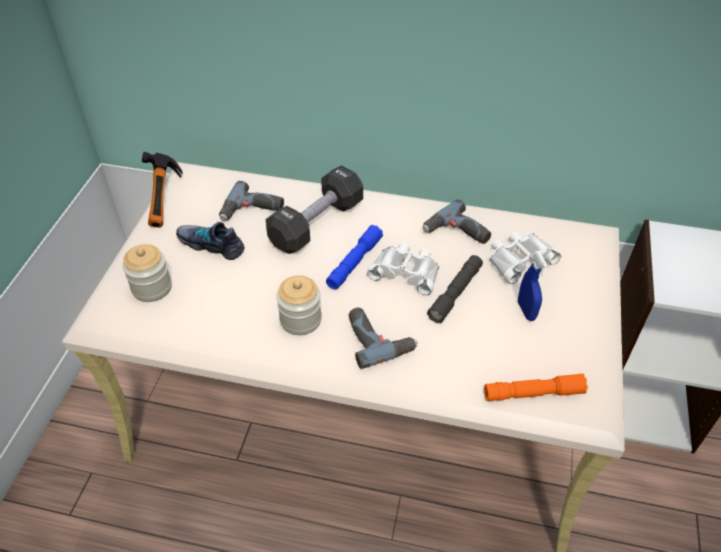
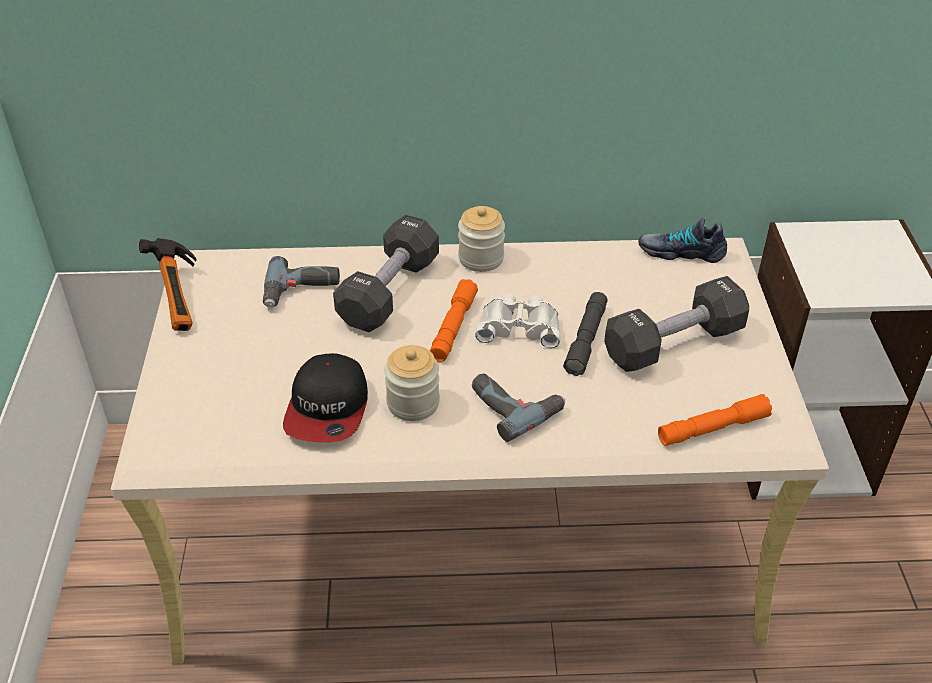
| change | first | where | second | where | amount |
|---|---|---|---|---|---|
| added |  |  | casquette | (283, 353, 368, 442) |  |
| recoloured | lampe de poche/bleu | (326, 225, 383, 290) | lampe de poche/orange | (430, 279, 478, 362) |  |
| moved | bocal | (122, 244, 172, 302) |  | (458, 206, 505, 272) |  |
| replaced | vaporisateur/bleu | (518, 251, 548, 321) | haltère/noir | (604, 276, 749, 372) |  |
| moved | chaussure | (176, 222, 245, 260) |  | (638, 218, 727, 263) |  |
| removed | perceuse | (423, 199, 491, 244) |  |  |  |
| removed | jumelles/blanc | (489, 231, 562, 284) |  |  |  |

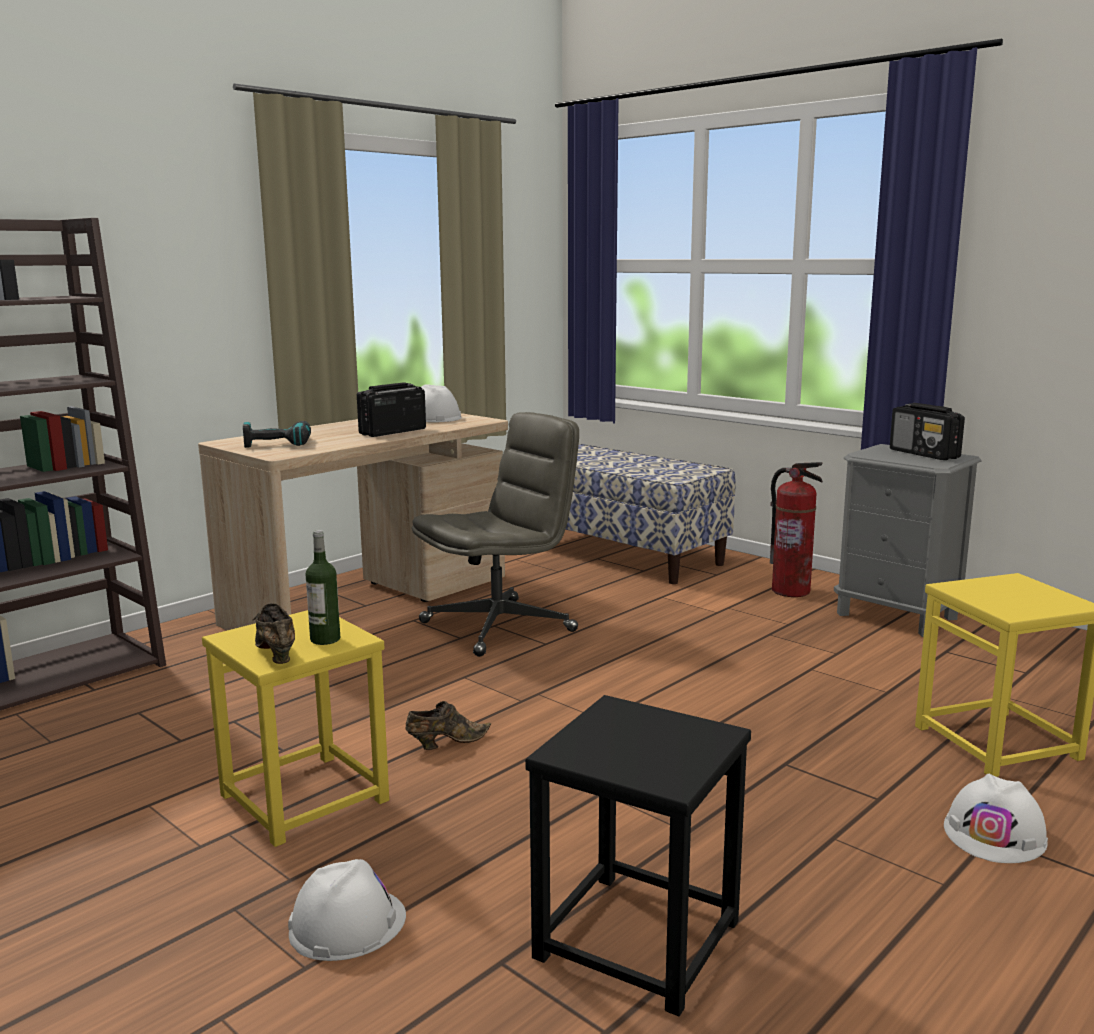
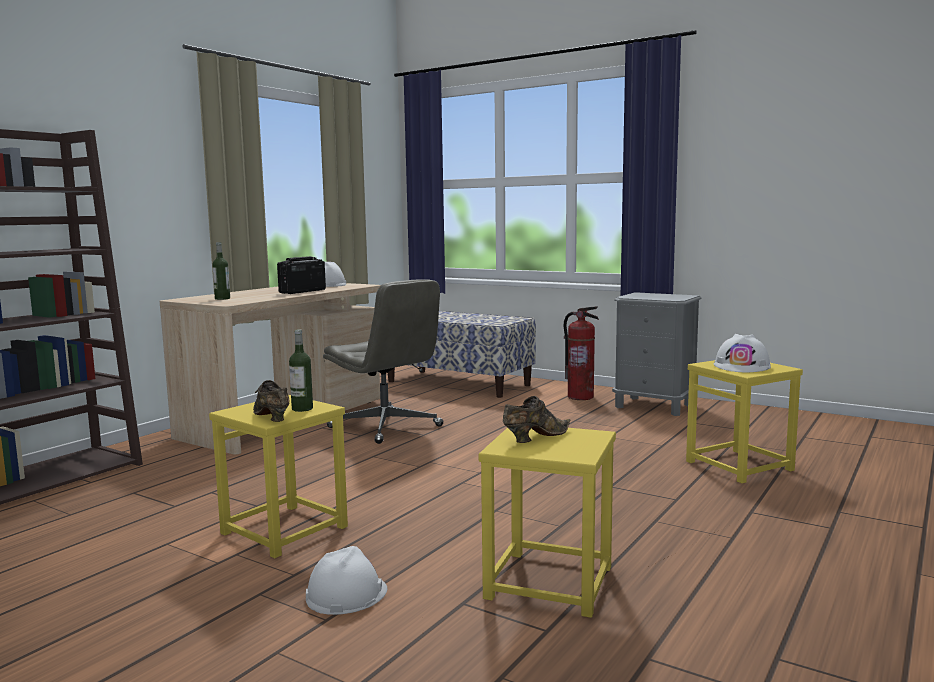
| change | first | where | second | where | amount |
|---|---|---|---|---|---|
| replaced | perceuse | (243, 421, 311, 448) | bouteille | (212, 242, 230, 300) |  |
| turned | chaise de bureau/gris | (412, 412, 579, 657) |  | (323, 279, 444, 444) | 90 degrees clockwise |
| recoloured | tabouret/noir | (525, 695, 751, 1016) | tabouret/jaune | (479, 428, 616, 618) |  |
| moved | chaussure/marron | (406, 701, 491, 750) |  | (503, 396, 570, 443) |  |
| moved | casque de chantier/blanc | (944, 774, 1048, 863) |  | (714, 334, 771, 373) |  |
| removed | radio | (890, 403, 965, 460) |  |  |  |

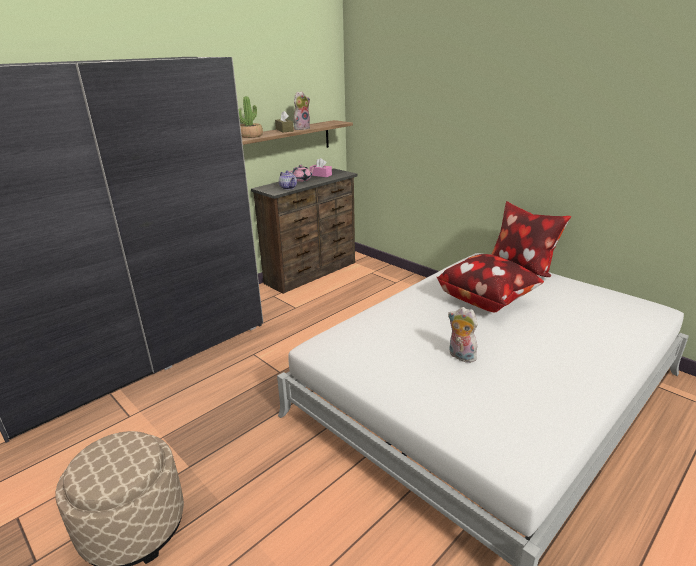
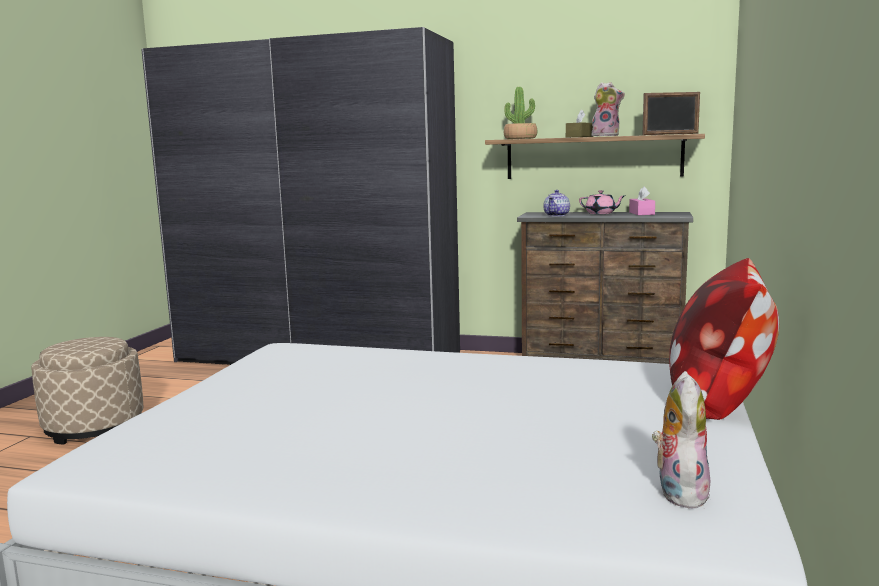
| change | first | where | second | where | amount |
|---|---|---|---|---|---|
| added |  |  | cadre photo | (642, 92, 700, 135) |  |
| moved | peluche | (448, 307, 478, 363) |  | (652, 371, 710, 508) |  |
| removed | coussin | (437, 254, 544, 312) |  |  |  |

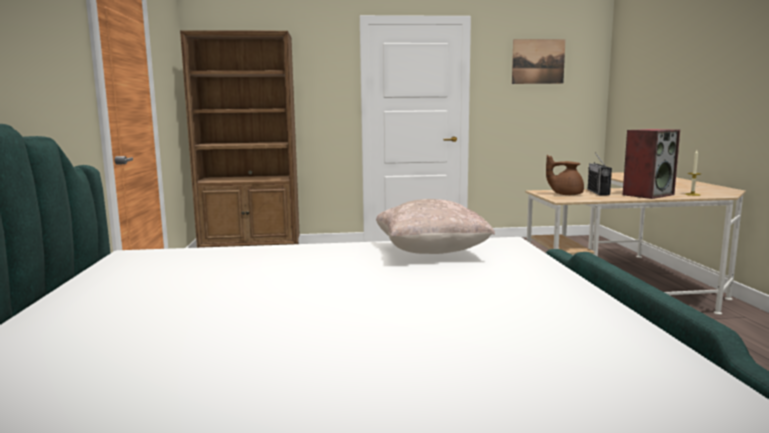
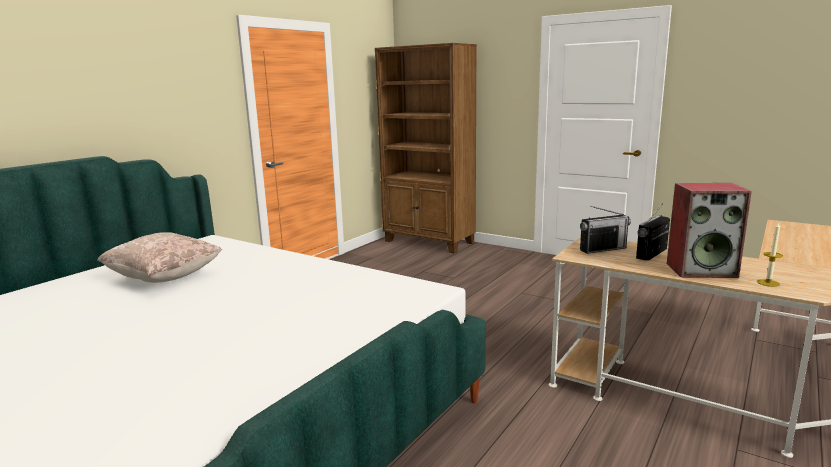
| change | first | where | second | where | amount |
|---|---|---|---|---|---|
| moved | coussin/beige | (376, 199, 495, 254) |  | (97, 232, 222, 283) |  |
| replaced | théière/marron | (546, 155, 584, 195) | radio | (580, 206, 631, 254) |  |
| removed | tableau | (512, 39, 566, 84) |  |  |  |

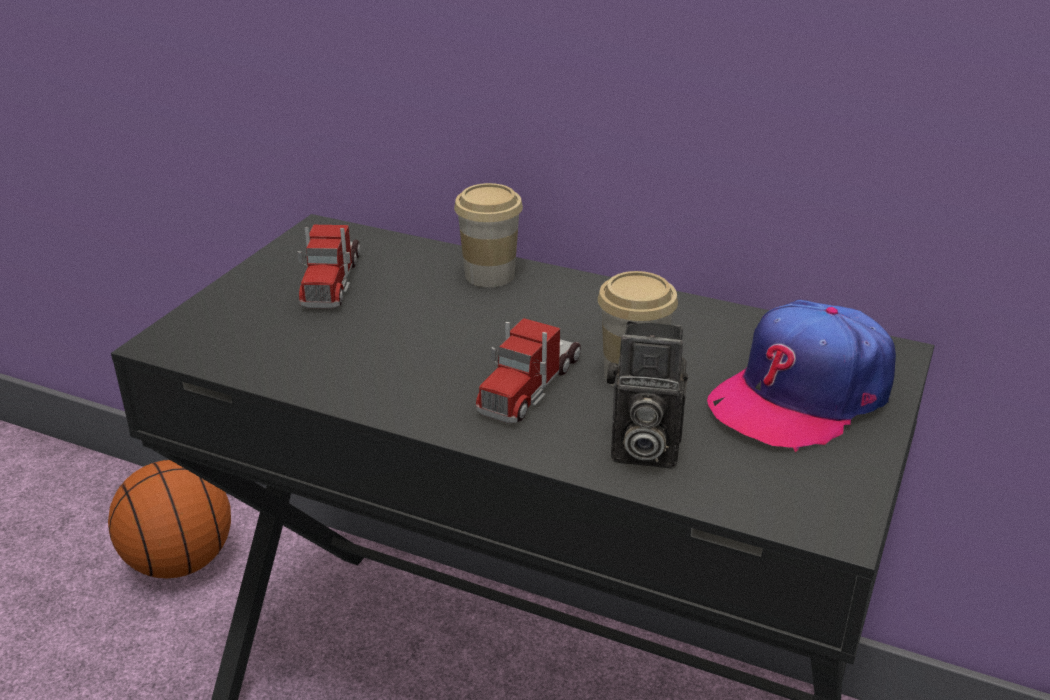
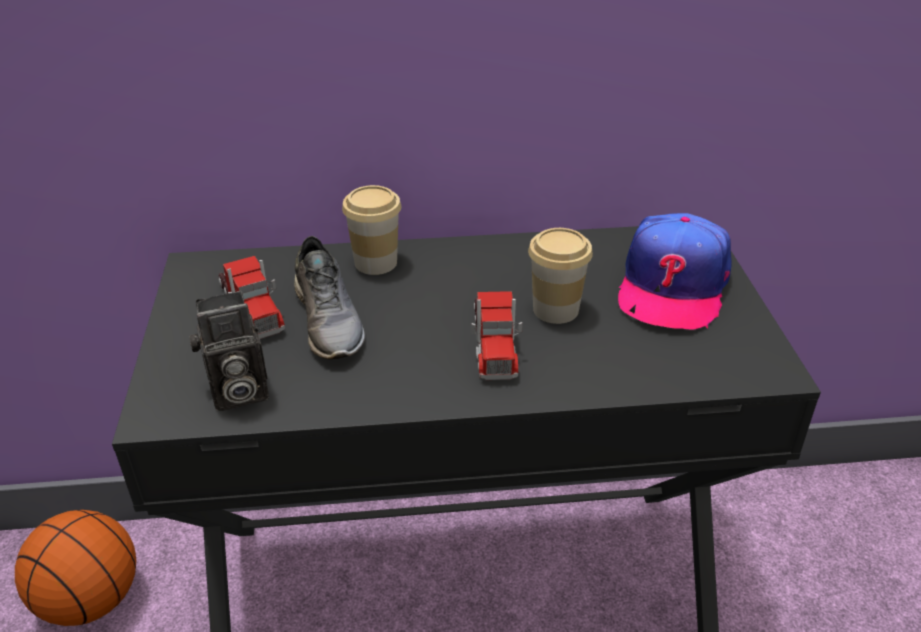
| change | first | where | second | where | amount |
|---|---|---|---|---|---|
| moved | appareil photo | (607, 321, 688, 468) |  | (189, 291, 269, 411) |  |
| added |  |  | chaussure/gris | (294, 236, 365, 359) |  |

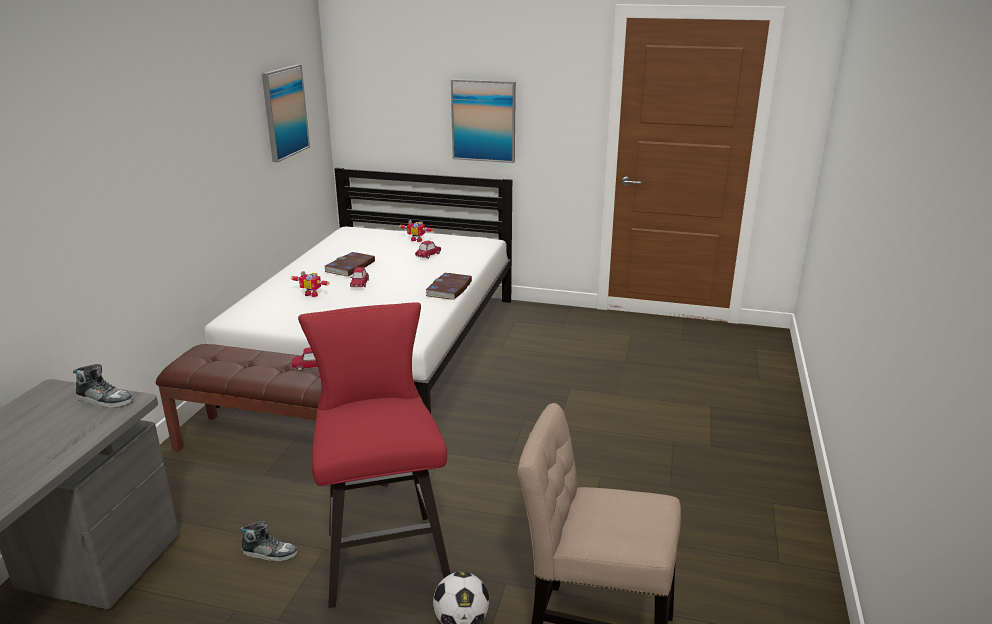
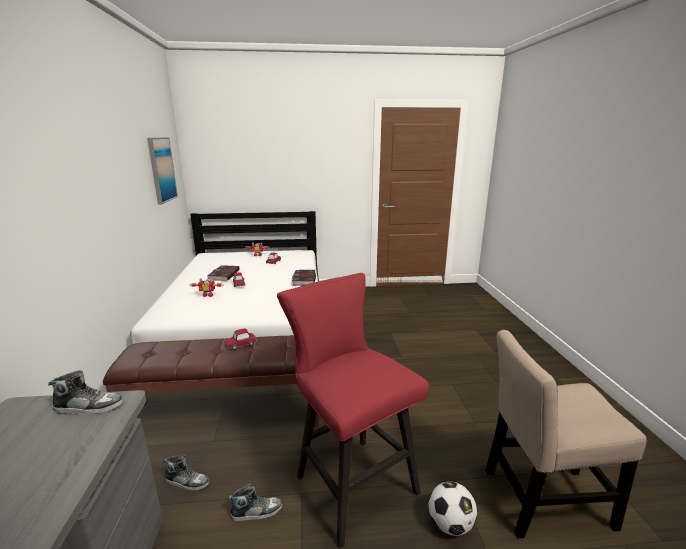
| change | first | where | second | where | amount |
|---|---|---|---|---|---|
| added |  |  | chaussure | (164, 454, 209, 491) |  |
| removed | tableau | (451, 79, 516, 163) |  |  |  |

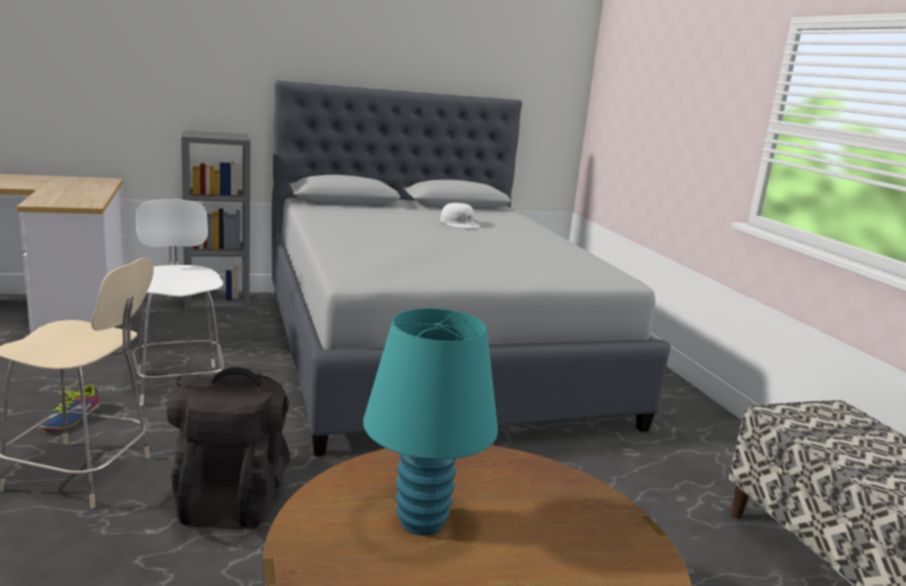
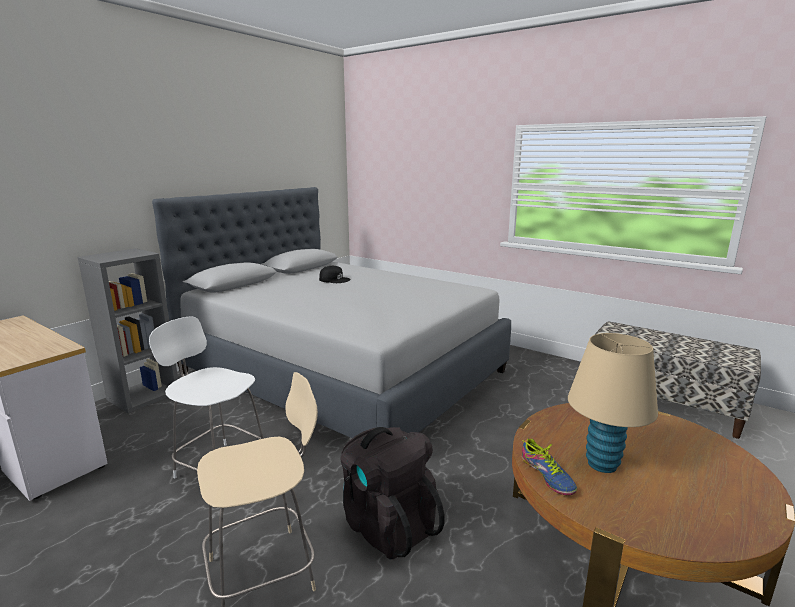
| change | first | where | second | where | amount |
|---|---|---|---|---|---|
| recoloured | casquette/blanc | (440, 203, 480, 228) | casquette/noir | (319, 266, 351, 283) |  |
| moved | chaussure | (39, 381, 100, 431) |  | (522, 438, 577, 495) |  |
| recoloured | lampe de table/turquoise | (363, 308, 498, 535) | lampe de table/beige | (568, 333, 658, 473) |  |

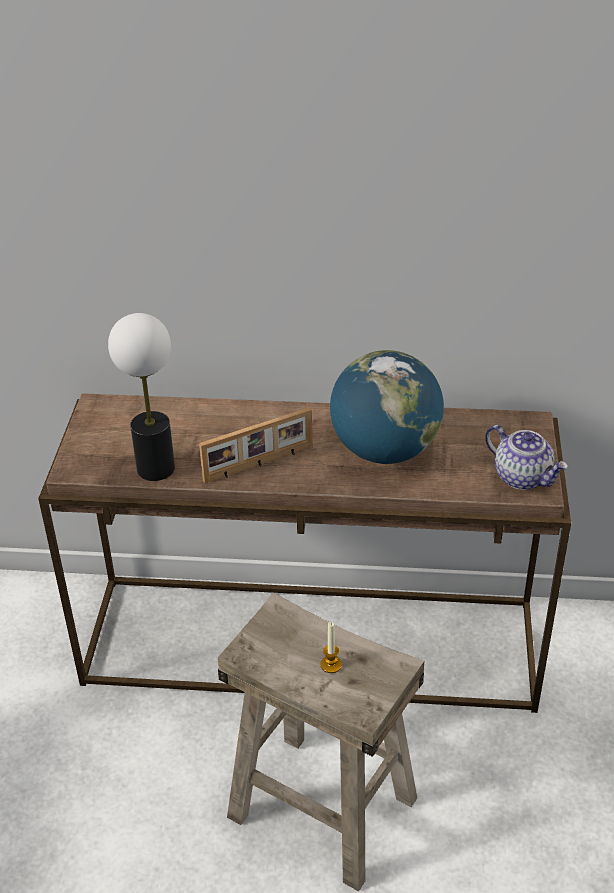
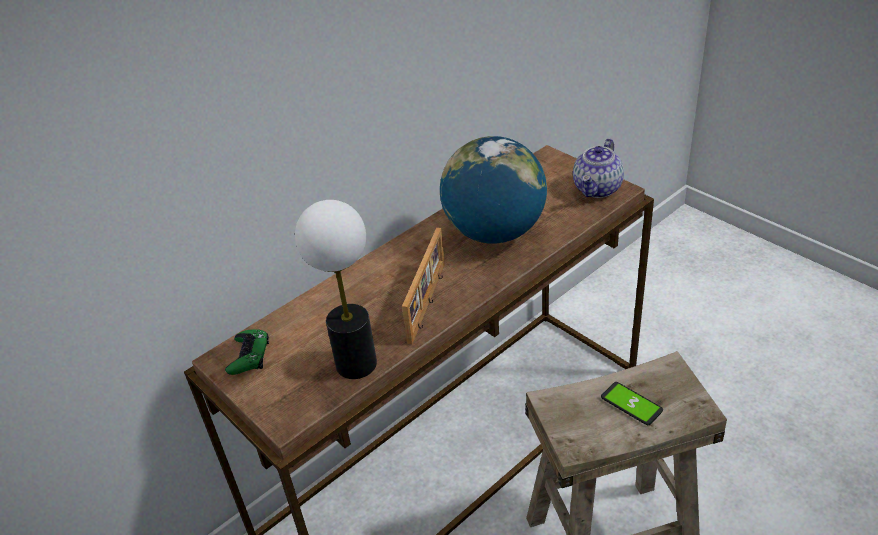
| change | first | where | second | where | amount |
|---|---|---|---|---|---|
| added |  |  | manette/vert | (225, 329, 269, 375) |  |
| turned | théière | (485, 425, 568, 490) |  | (573, 138, 624, 198) | 120 degrees clockwise |
| replaced | bougie | (321, 622, 342, 673) | téléphone | (601, 382, 663, 425) |  |

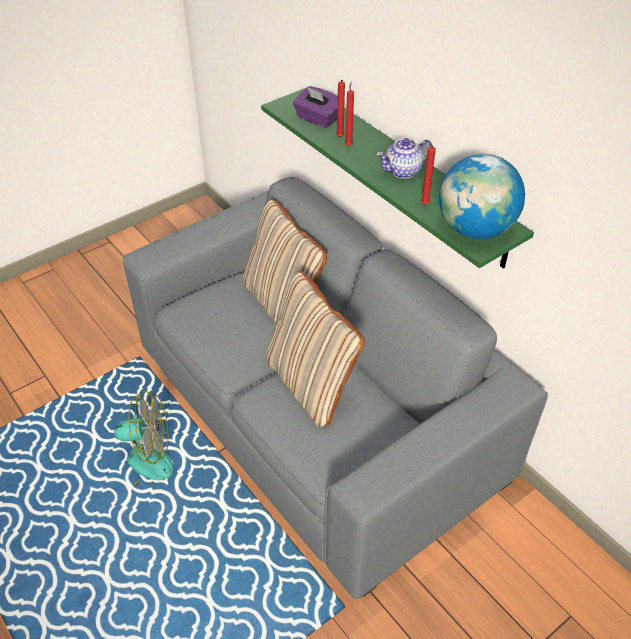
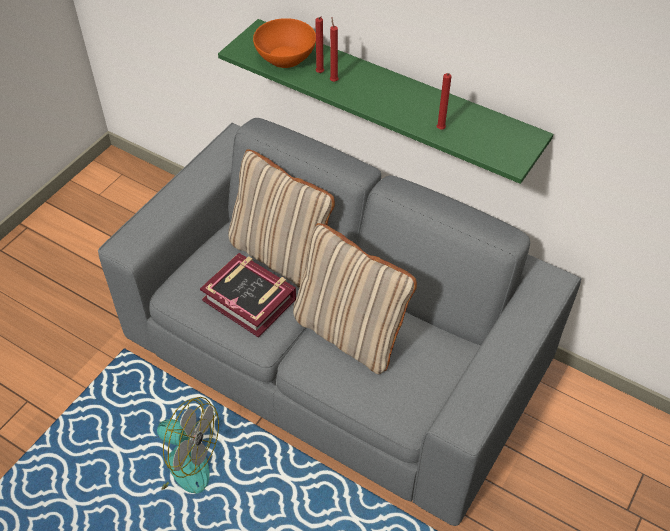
| change | first | where | second | where | amount |
|---|---|---|---|---|---|
| turned | ventilateur | (104, 390, 173, 487) |  | (150, 397, 219, 494) | 45 degrees clockwise |
| added |  |  | livre | (200, 253, 296, 338) |  |
| replaced | boîte à mouchoirs/violet | (293, 87, 338, 128) | bol/orange | (253, 18, 316, 68) |  |
| removed | théière | (376, 138, 433, 179) |  |  |  |
| removed | globe | (439, 154, 525, 239) |  |  |  |

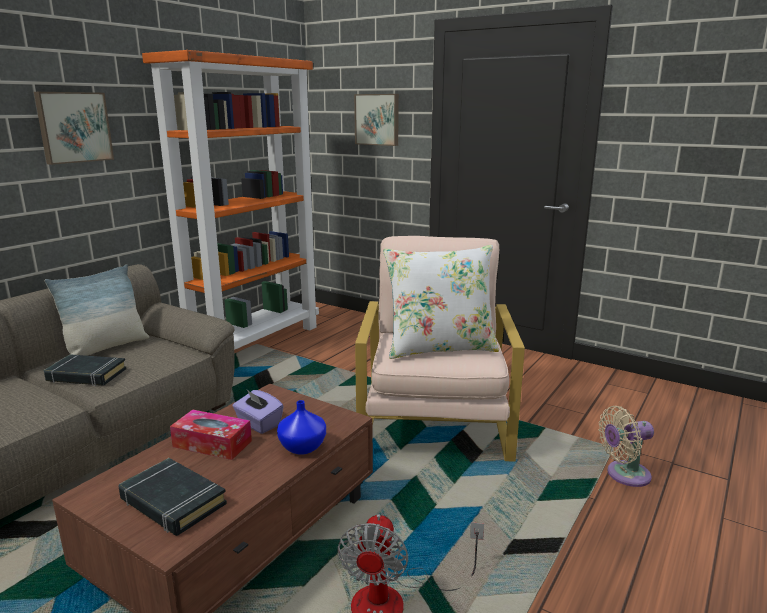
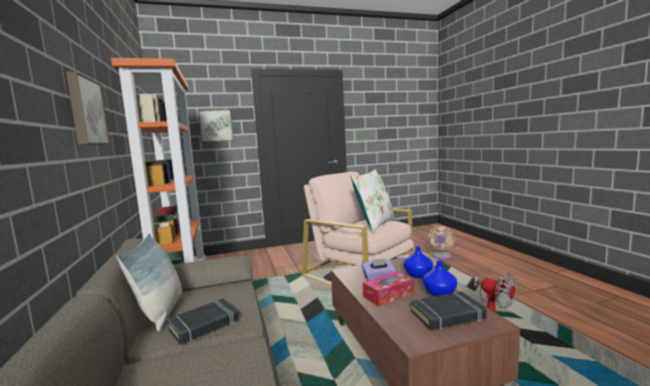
| change | first | where | second | where | amount |
|---|---|---|---|---|---|
| added |  |  | vase/bleu | (423, 261, 457, 296) |  |

